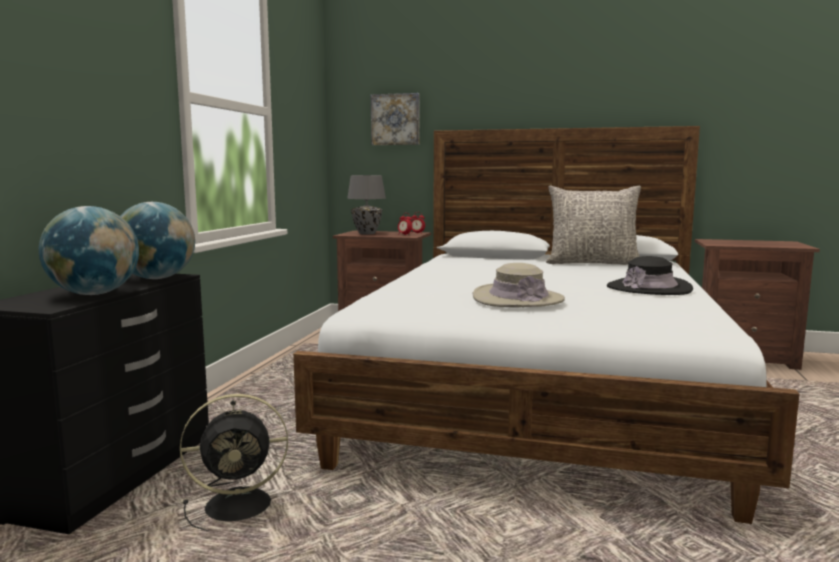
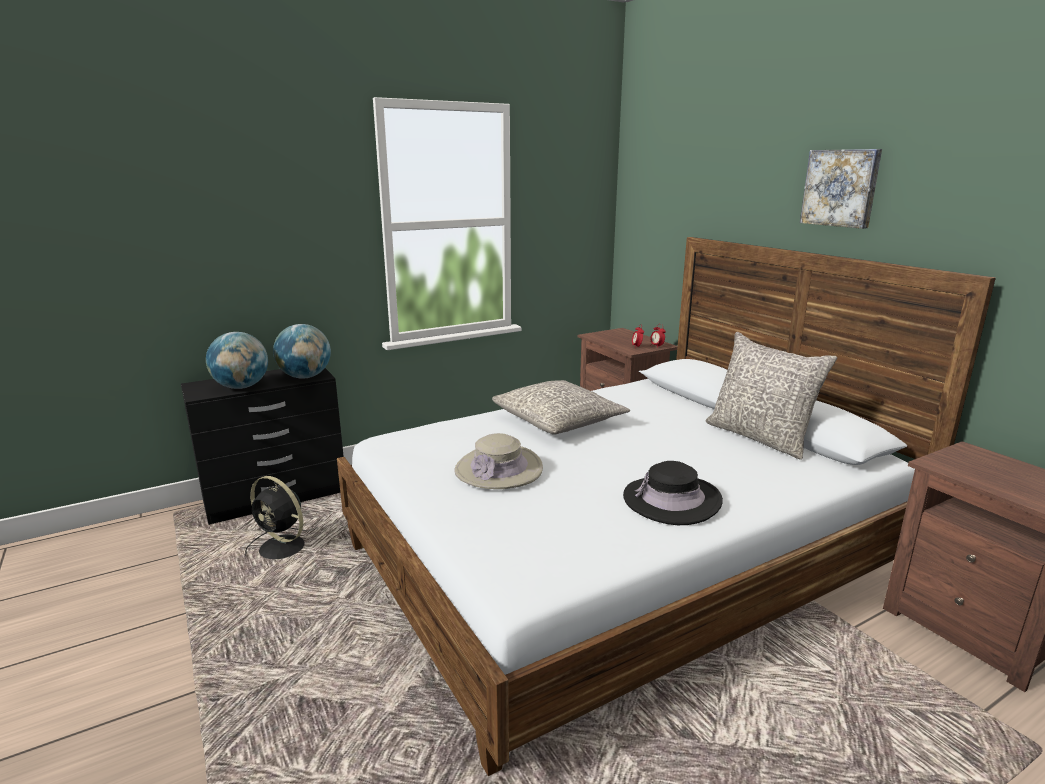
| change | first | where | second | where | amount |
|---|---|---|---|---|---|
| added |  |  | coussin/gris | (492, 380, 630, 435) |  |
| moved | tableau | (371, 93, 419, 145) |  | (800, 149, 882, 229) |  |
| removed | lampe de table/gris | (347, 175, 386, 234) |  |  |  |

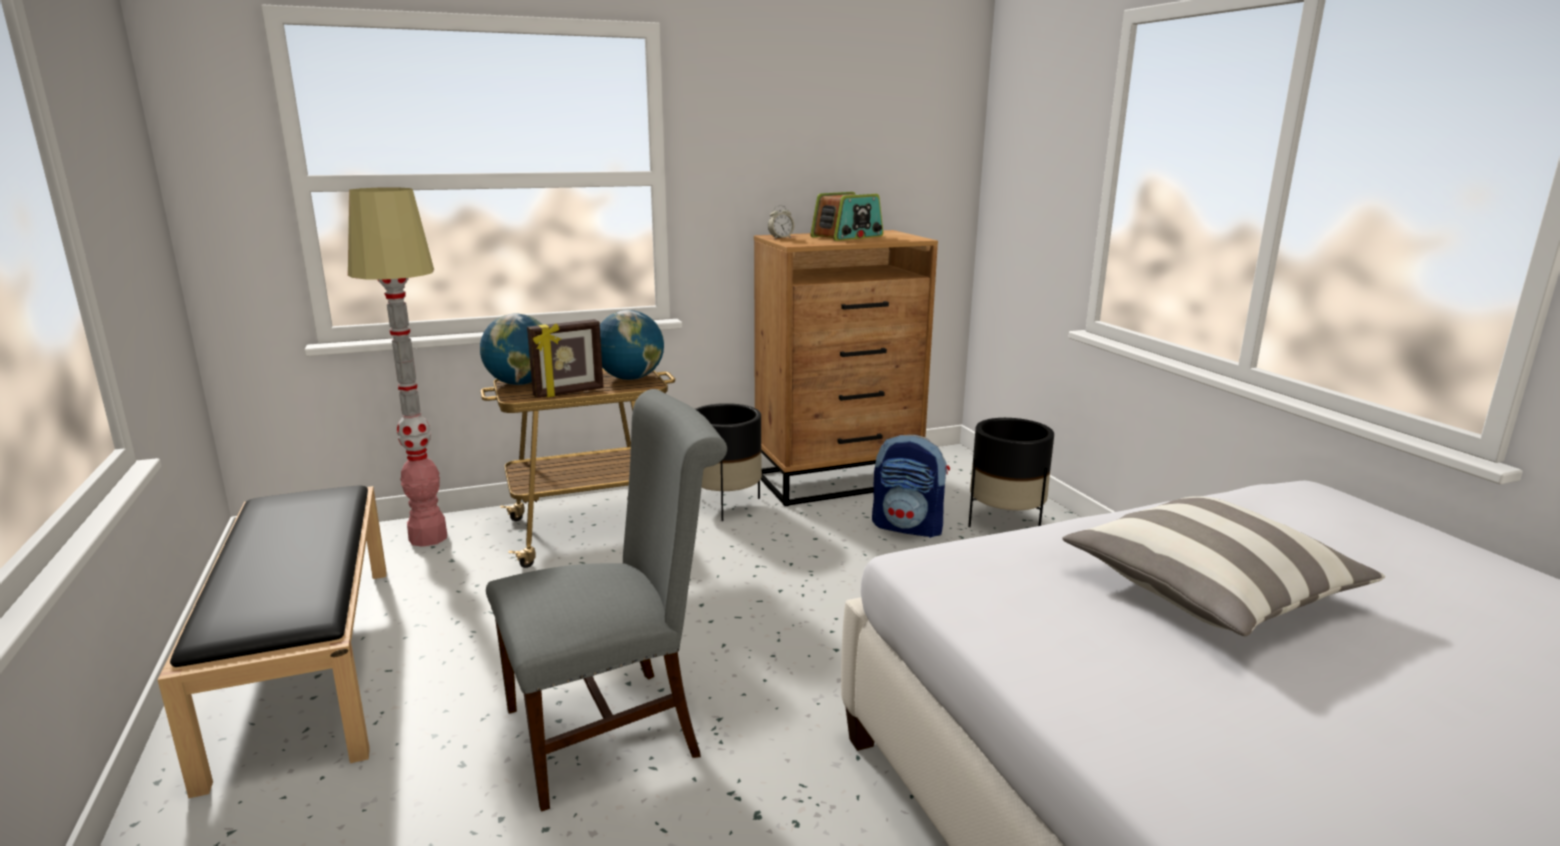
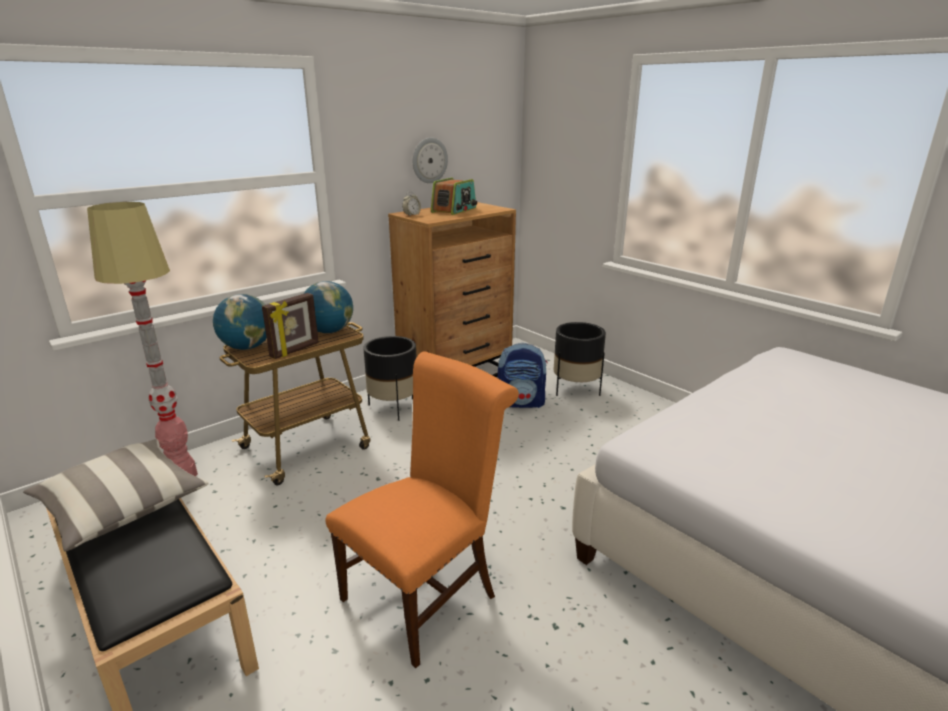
| change | first | where | second | where | amount |
|---|---|---|---|---|---|
| moved | coussin | (1063, 496, 1385, 636) |  | (23, 439, 209, 551) |  |
| recoloured | chaise/gris | (486, 389, 727, 812) | chaise/orange | (325, 351, 519, 668) |  |
| added |  |  | horloge murale | (413, 138, 448, 183) |  |

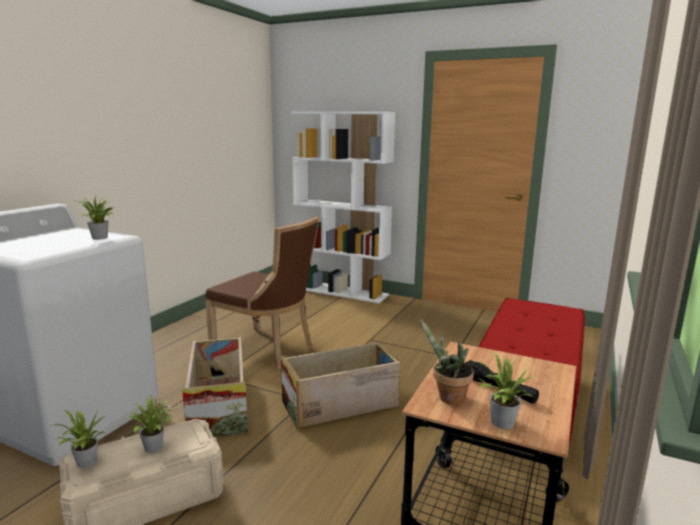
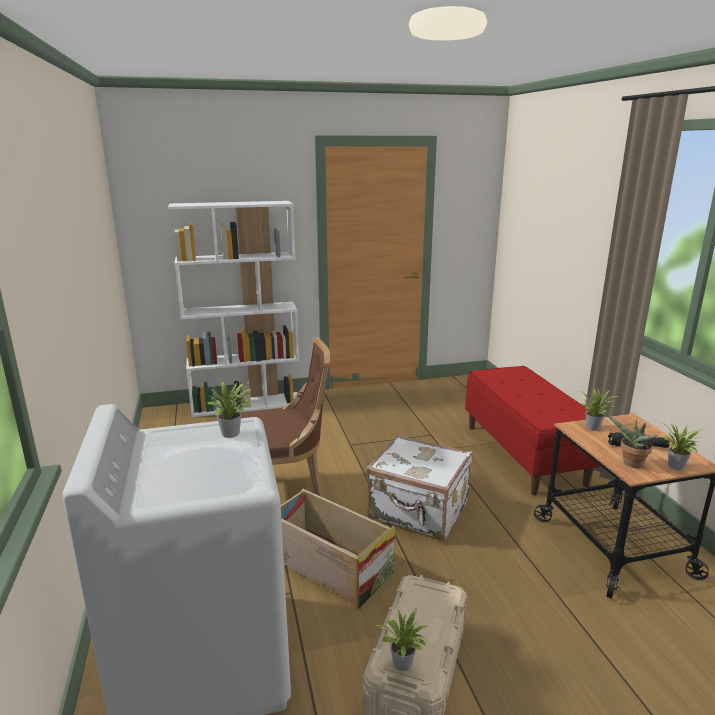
| change | first | where | second | where | amount |
|---|---|---|---|---|---|
| replaced | caisse | (281, 343, 400, 430) | valise/blanc | (366, 435, 472, 540) |  |
| moved | plante en pot | (127, 395, 173, 453) |  | (581, 389, 620, 431) |  |

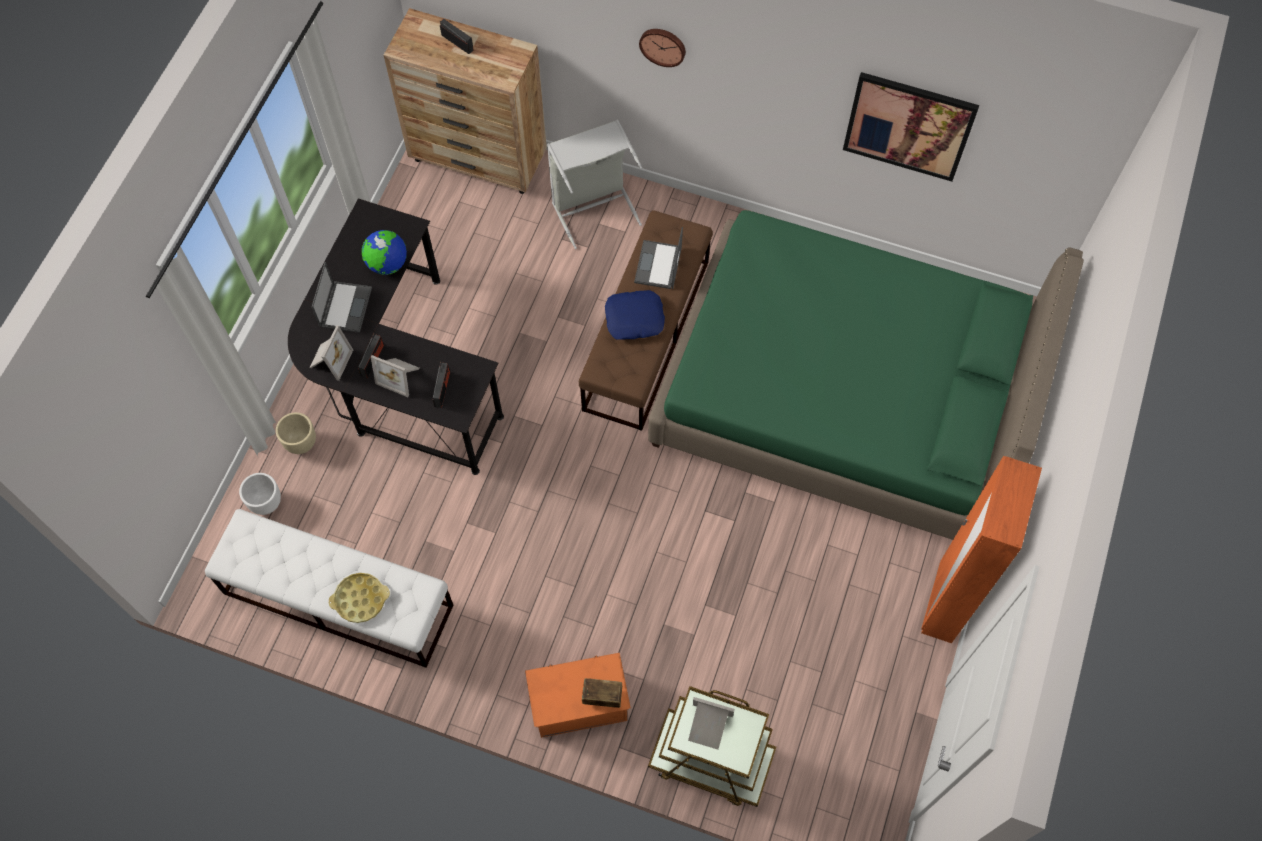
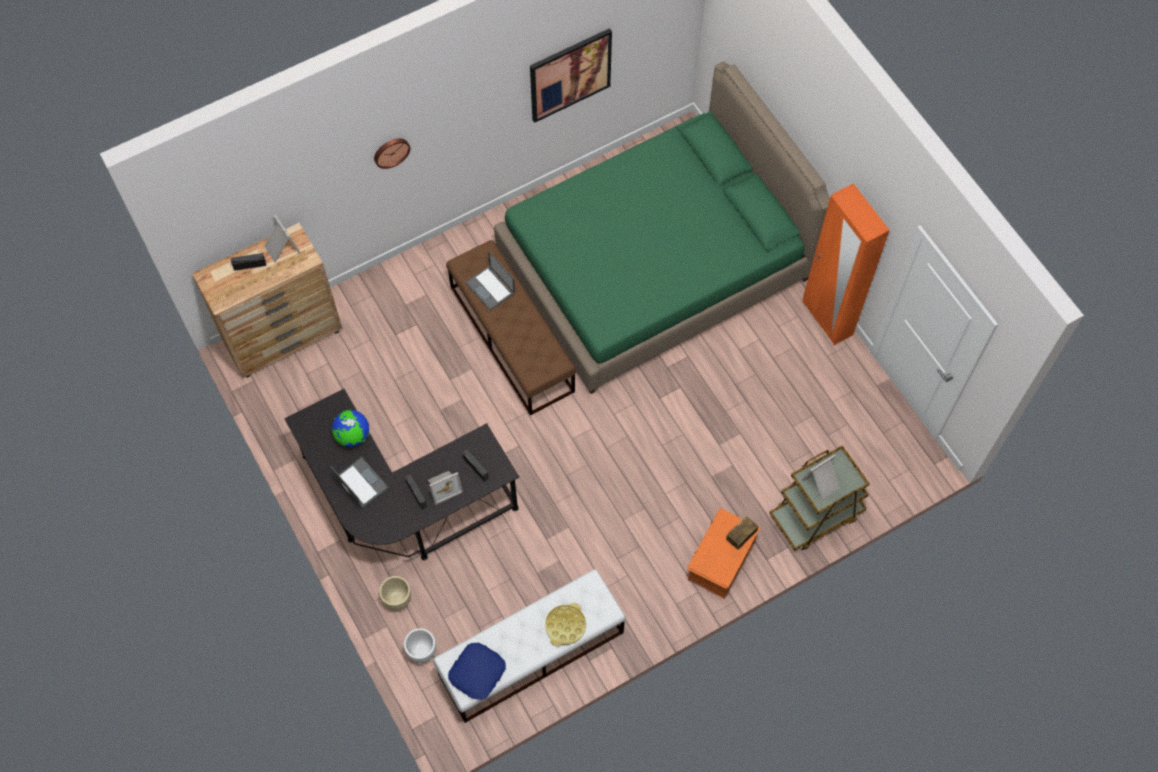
| change | first | where | second | where | amount |
|---|---|---|---|---|---|
| moved | cadre photo | (310, 325, 353, 381) |  | (264, 215, 300, 263) |  |
| moved | coussin/bleu | (605, 290, 665, 340) |  | (448, 643, 506, 700) |  |
| removed | panier à linge/gris | (547, 120, 642, 249) |  |  |  |

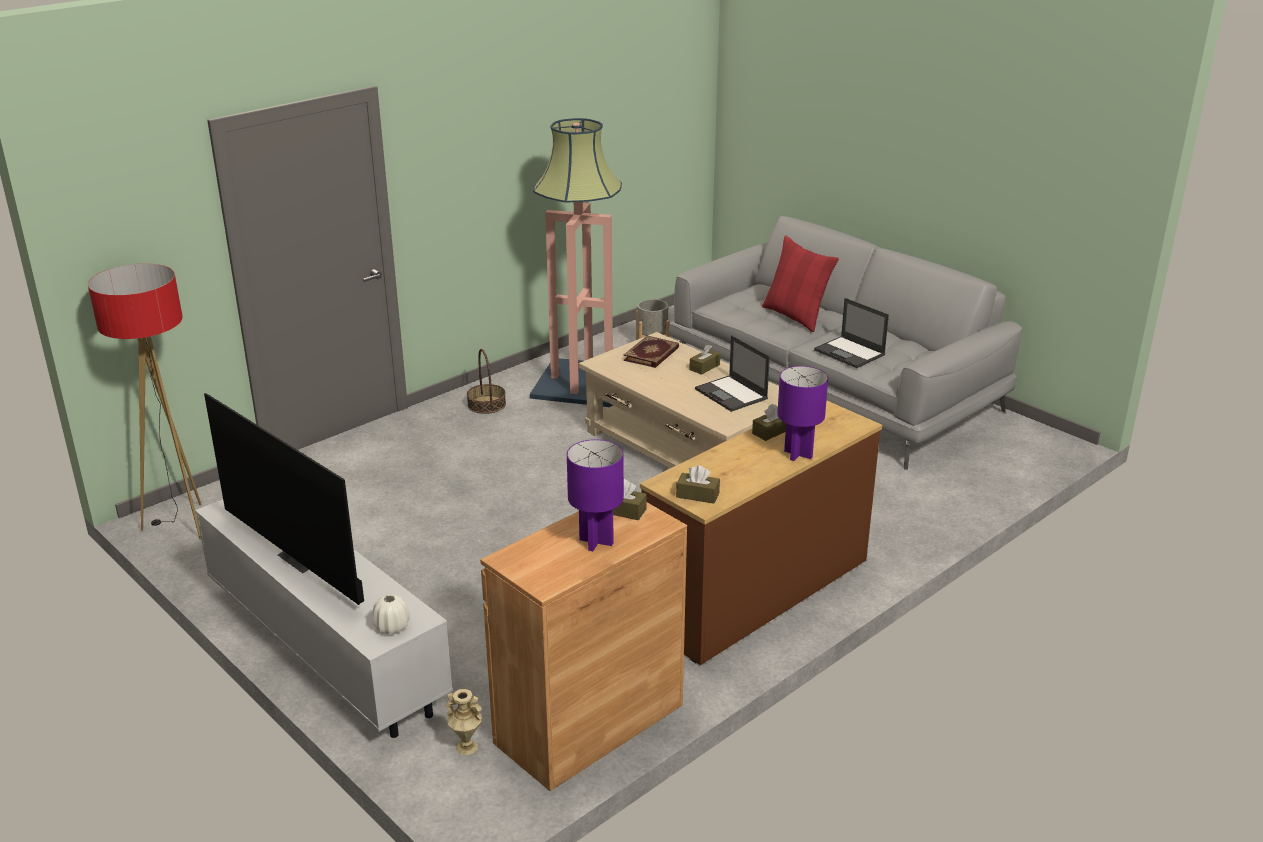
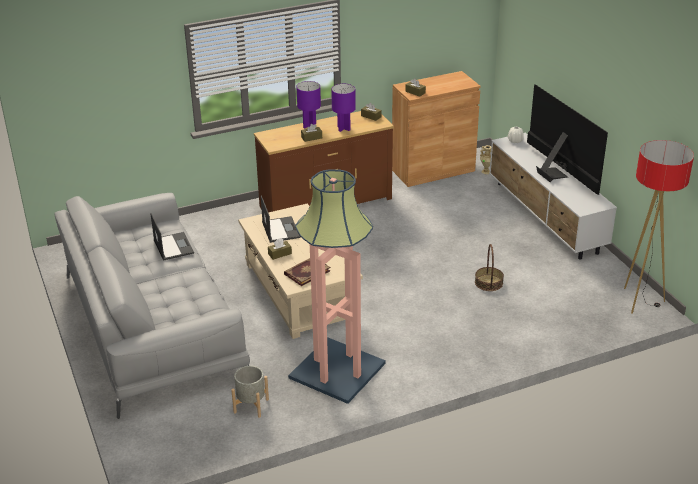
| change | first | where | second | where | amount |
|---|---|---|---|---|---|
| moved | lampe de table/violet | (567, 439, 624, 551) |  | (331, 84, 356, 132) |  |
| moved | panier | (467, 349, 506, 414) |  | (475, 244, 504, 291) |  |
| removed | coussin/rouge | (762, 236, 839, 332) |  |  |  |

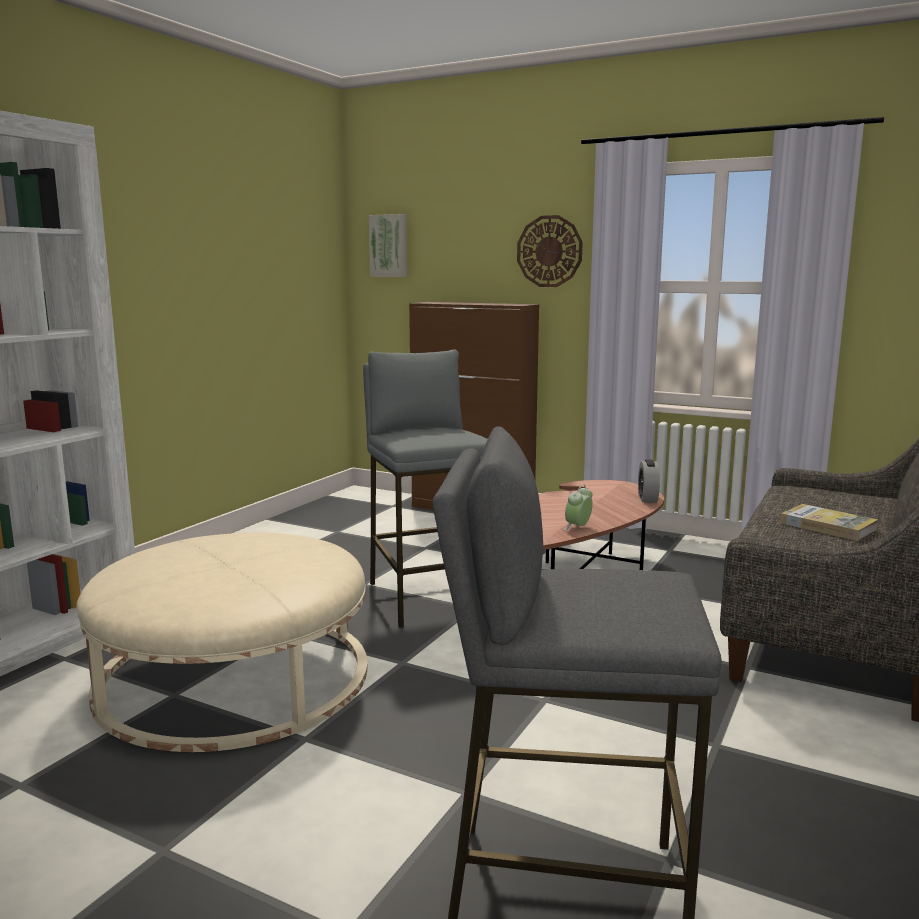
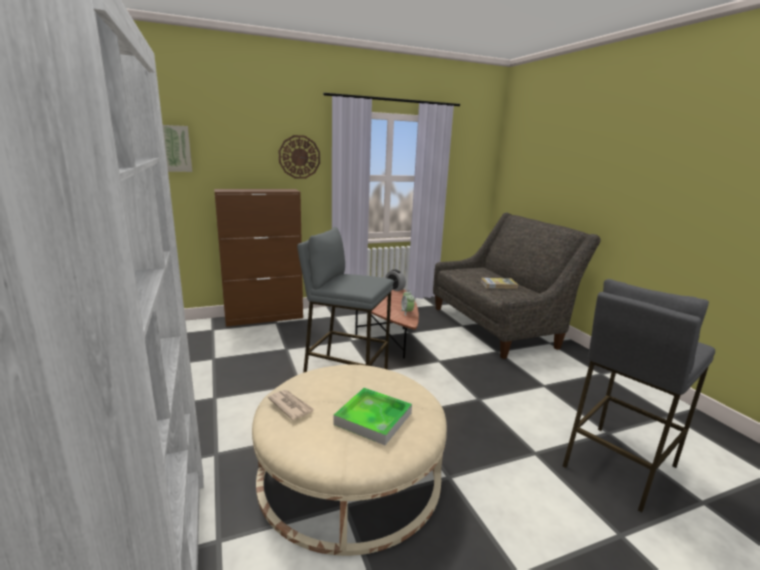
| change | first | where | second | where | amount |
|---|---|---|---|---|---|
| added |  |  | journal | (268, 390, 315, 420) |  |
| added |  |  | plateau | (333, 388, 412, 445) |  |

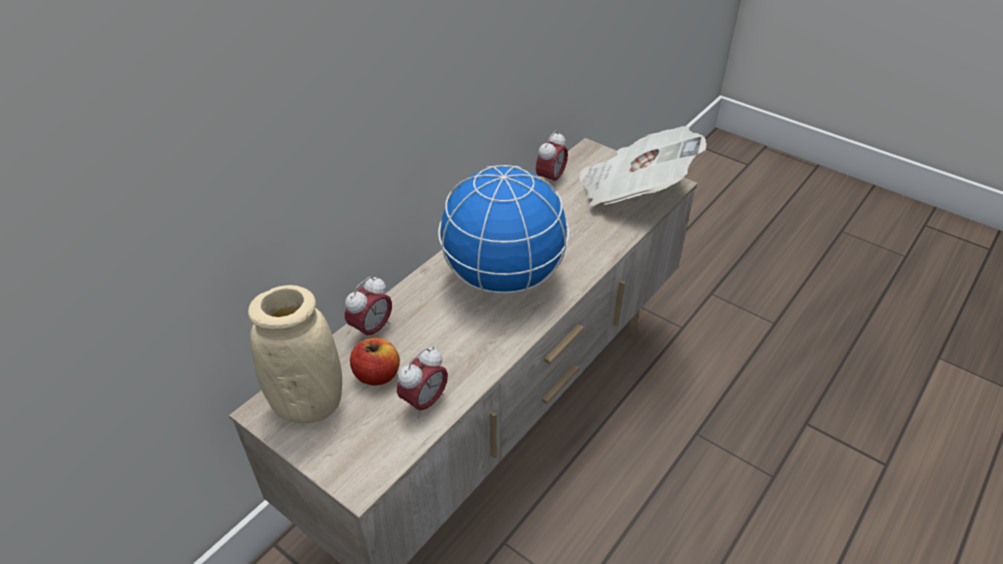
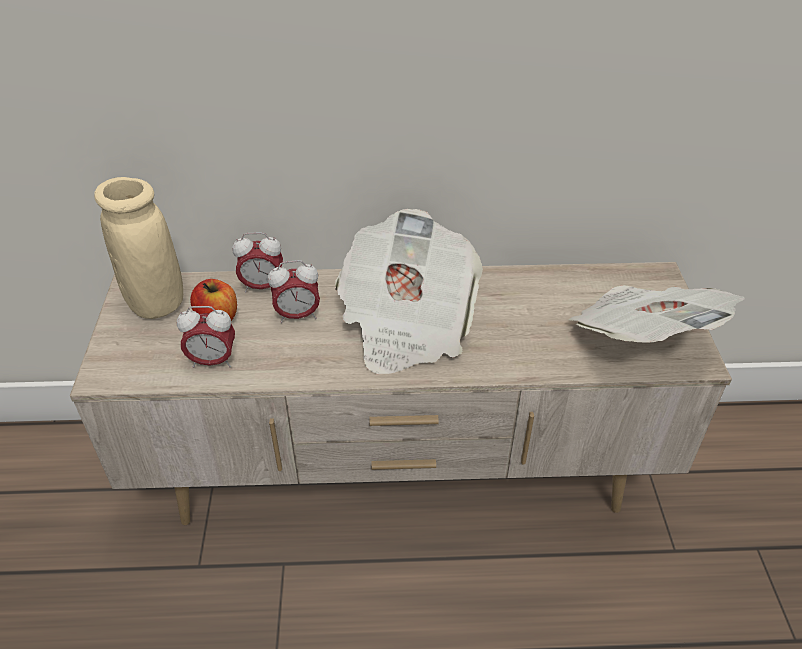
| change | first | where | second | where | amount |
|---|---|---|---|---|---|
| moved | réveil | (536, 130, 568, 188) |  | (268, 260, 320, 323) |  |
| replaced | globe | (438, 165, 569, 294) | journal | (335, 209, 483, 374) |  |

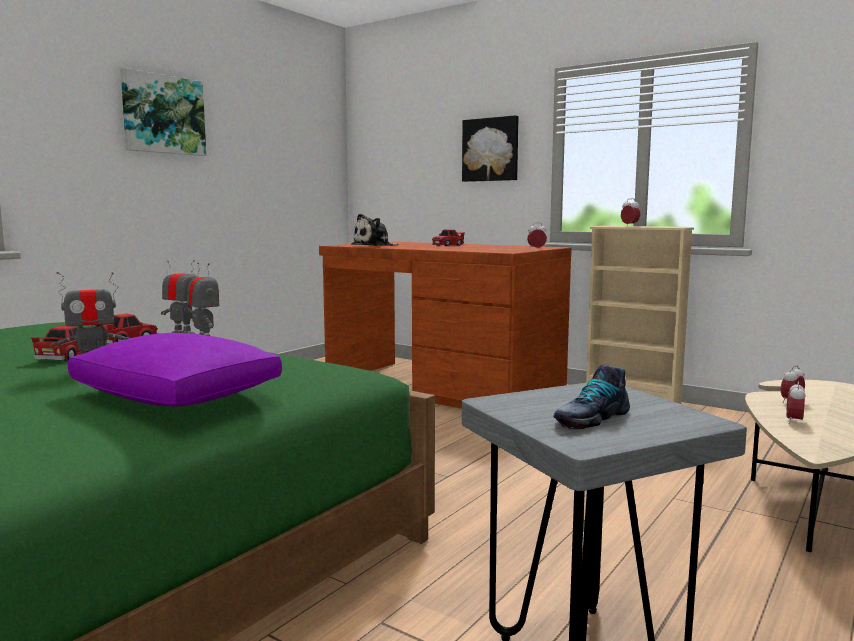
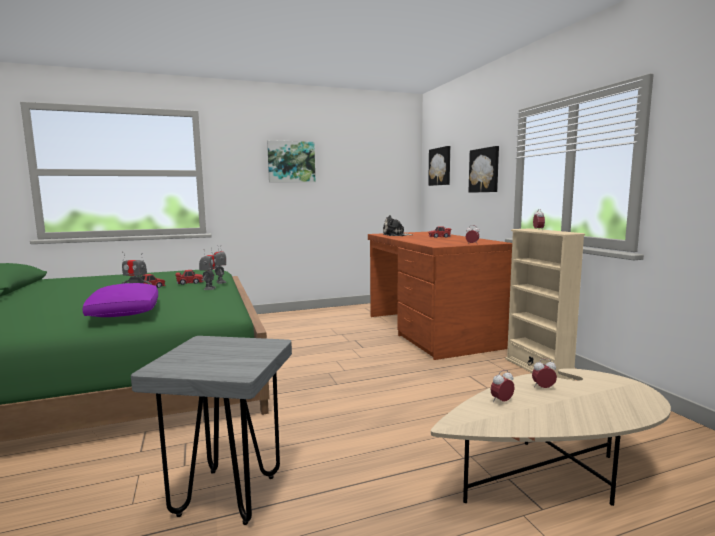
| change | first | where | second | where | amount |
|---|---|---|---|---|---|
| added |  |  | tableau | (428, 146, 450, 186) |  |
| removed | chaussure | (554, 365, 630, 429) |  |  |  |

